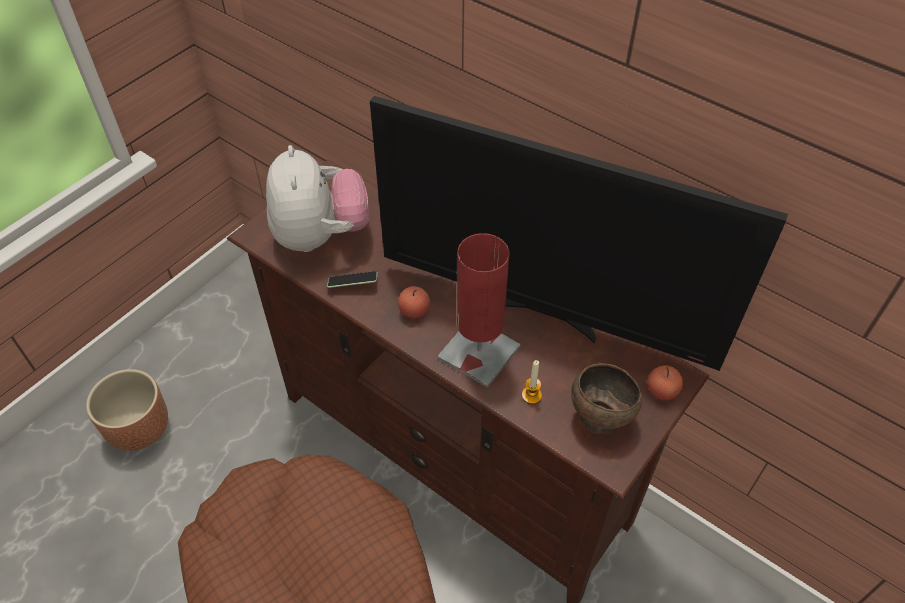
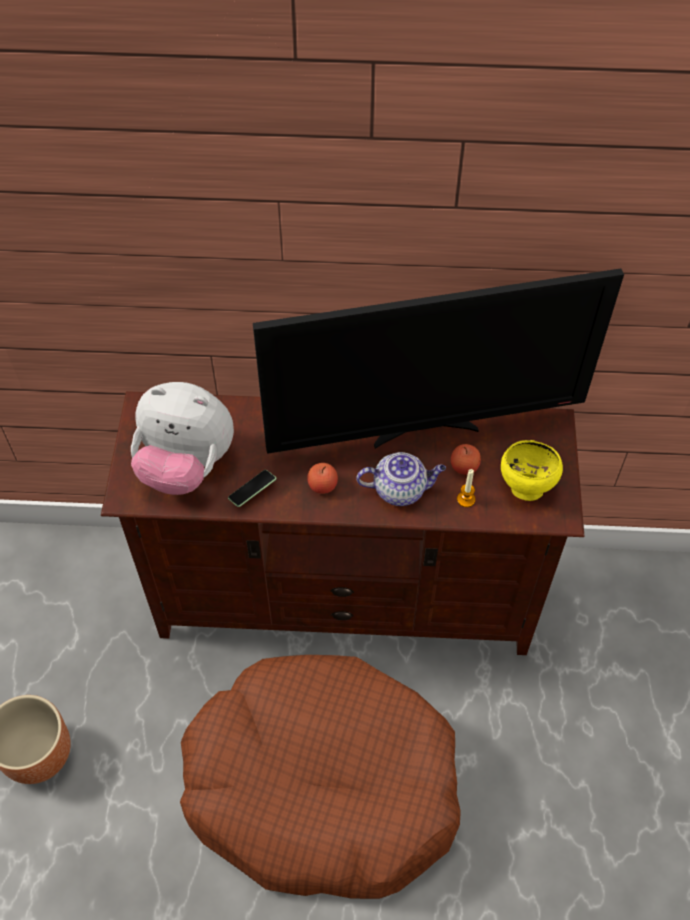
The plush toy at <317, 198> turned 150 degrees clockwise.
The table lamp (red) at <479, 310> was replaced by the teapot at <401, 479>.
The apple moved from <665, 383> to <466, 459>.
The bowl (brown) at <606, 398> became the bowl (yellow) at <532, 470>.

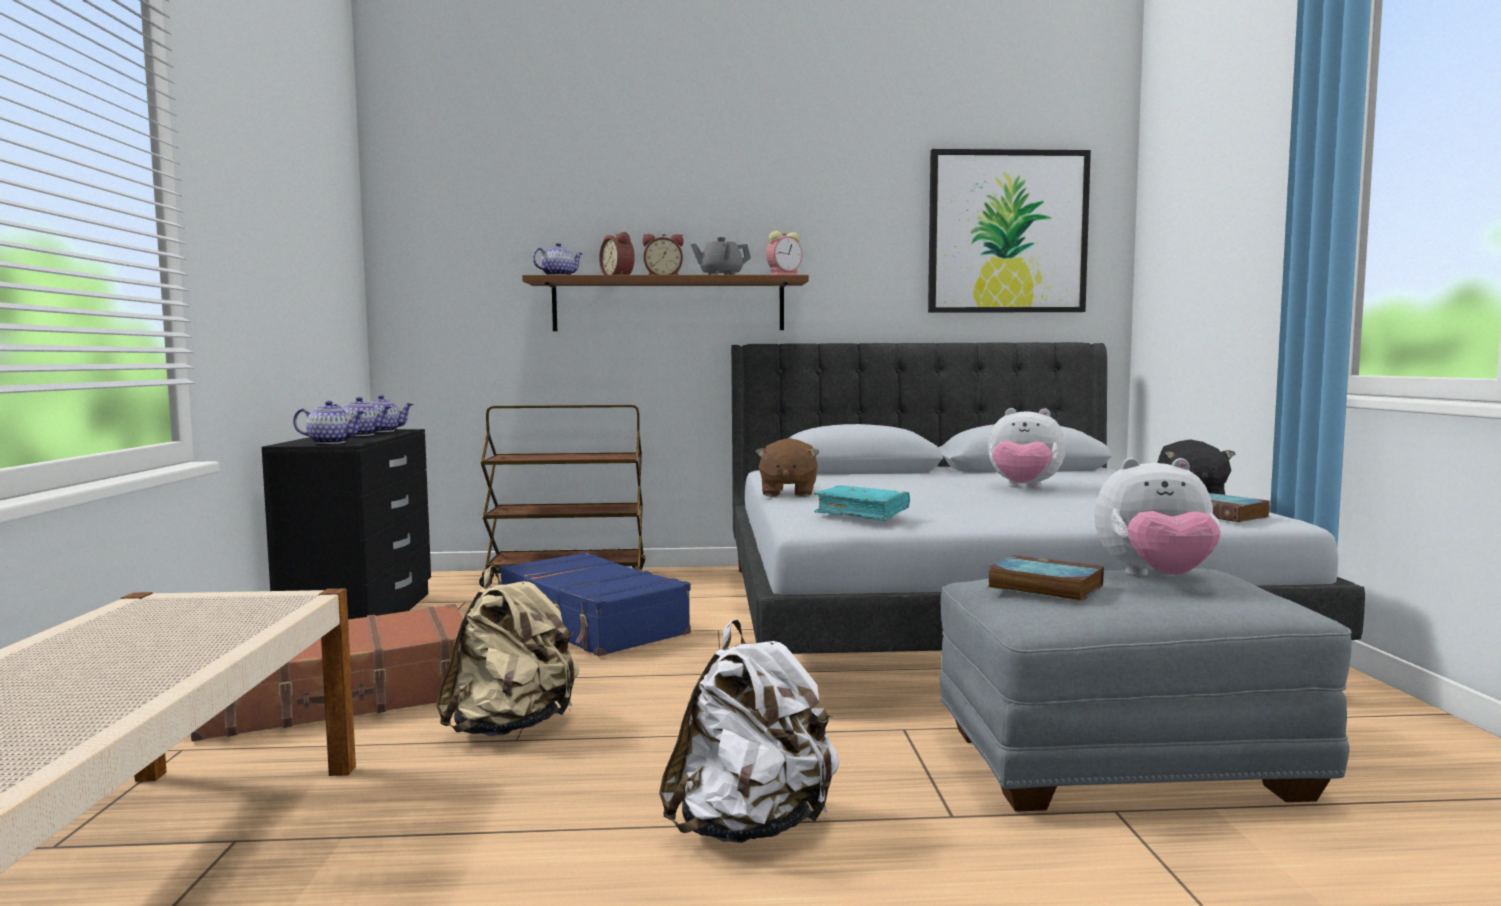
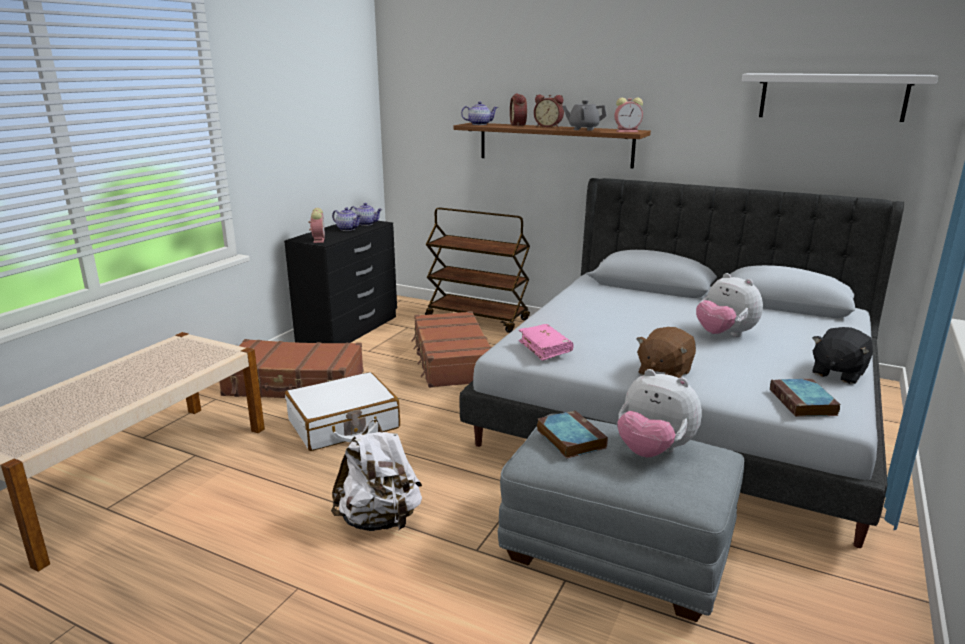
The backpack (beige) at <507, 651> was replaced by the suitcase (white) at <342, 411>.
The teapot at <329, 422> was replaced by the alarm clock at <316, 225>.
The suitcase (blue) at <595, 604> became the suitcase (brown) at <451, 349>.
The book (turquoise) at <862, 503> became the book (pink) at <546, 342>.
The plush toy (brown) moved from <787, 467> to <666, 352>.
The picture at <1009, 231> was replaced by the shelf (white) at <840, 97>.

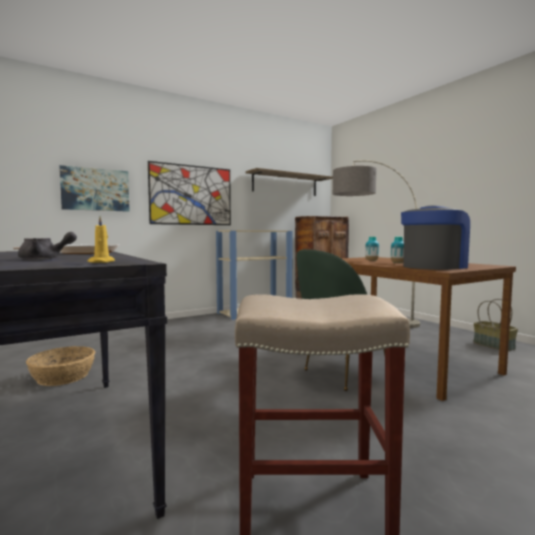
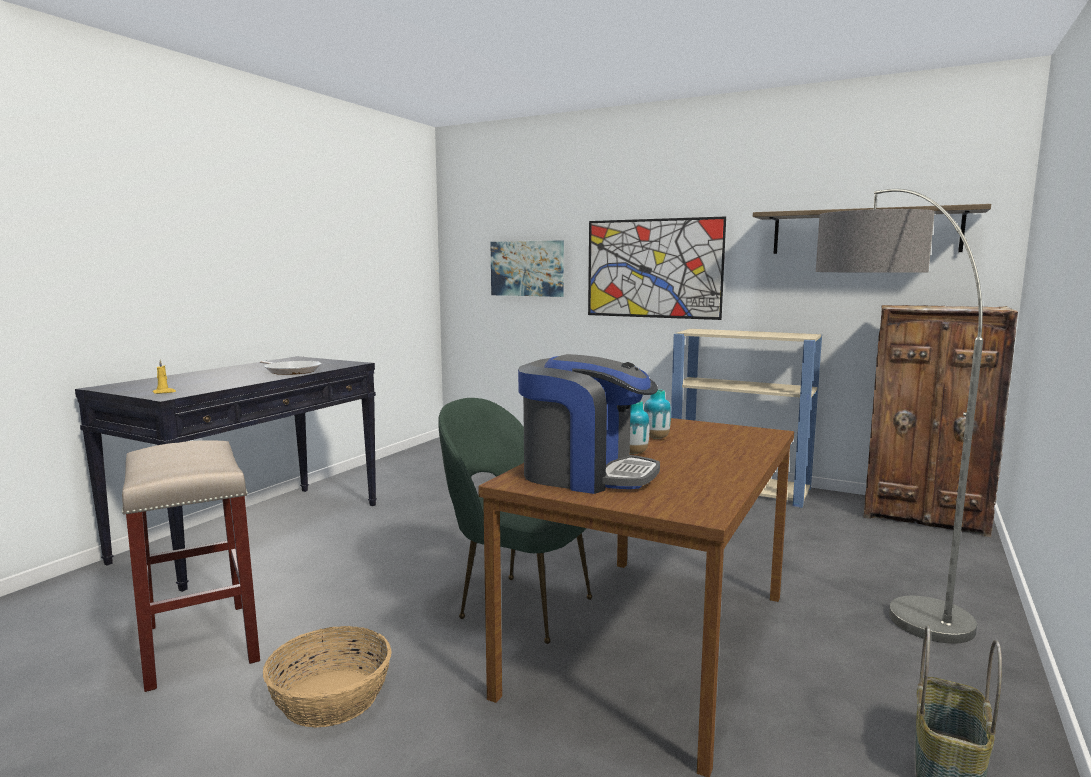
The basket moved from <60, 366> to <327, 677>.
The teapot (grey) at <47, 246> disappeared.

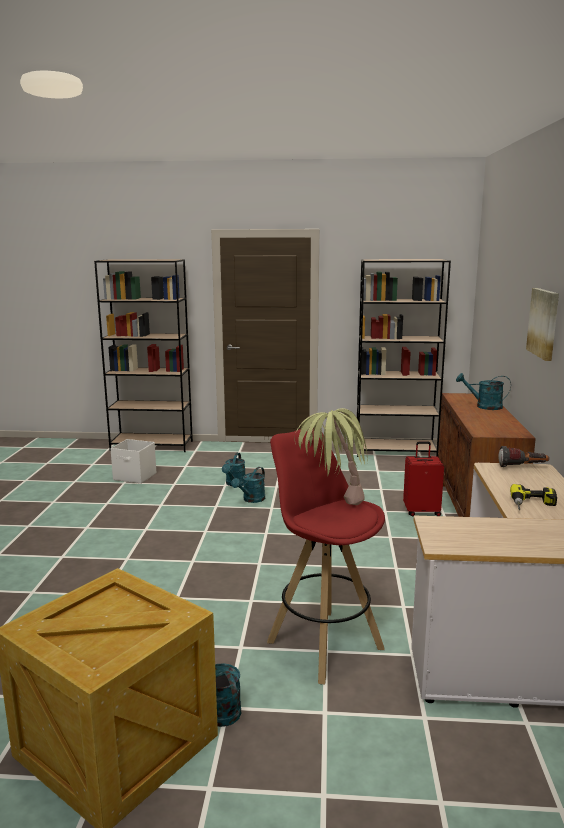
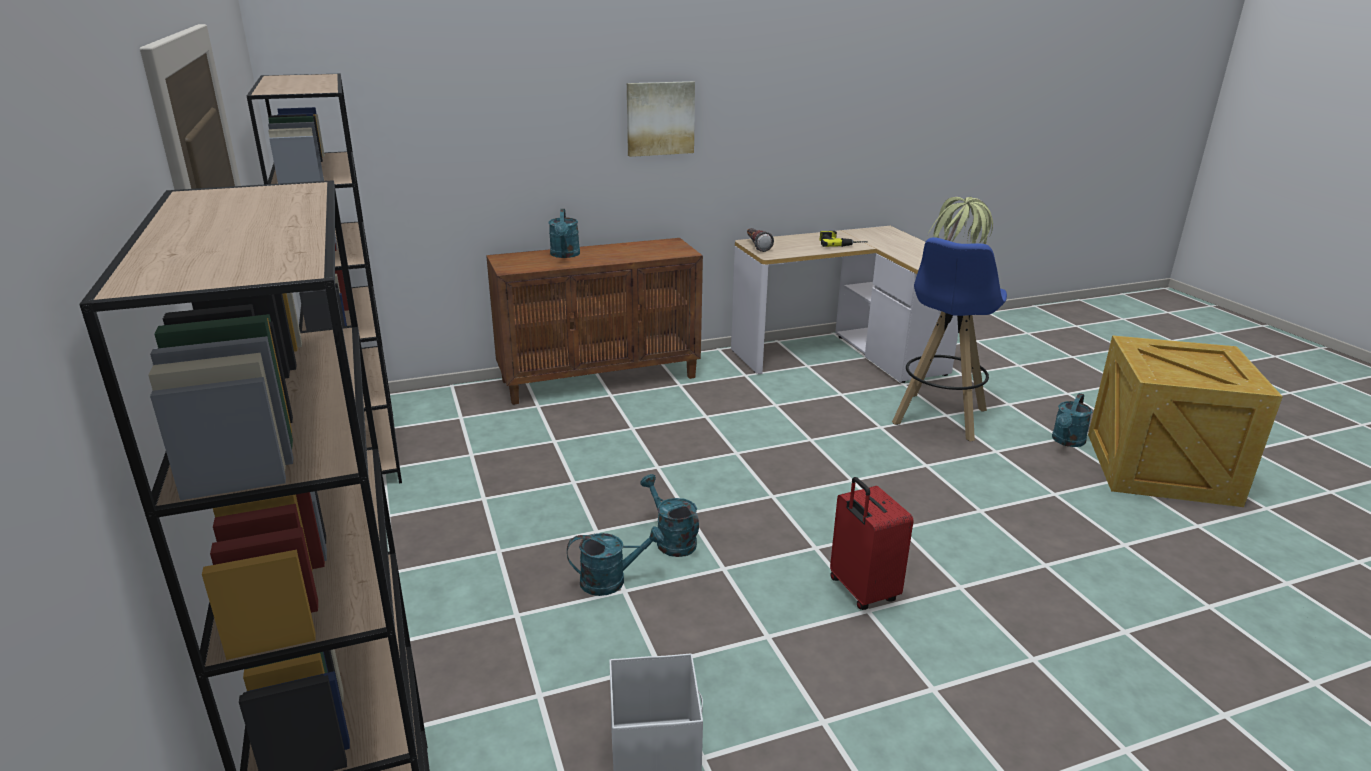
The watering can (turquoise) at <248, 485> turned 135 degrees counterclockwise.
The suitcase (red) moved from <423, 479> to <871, 543>.
The stool (red) at <326, 556> became the stool (blue) at <949, 339>.

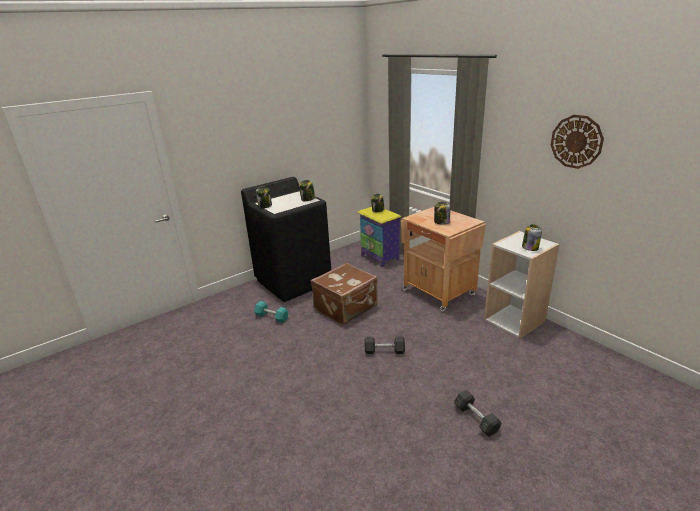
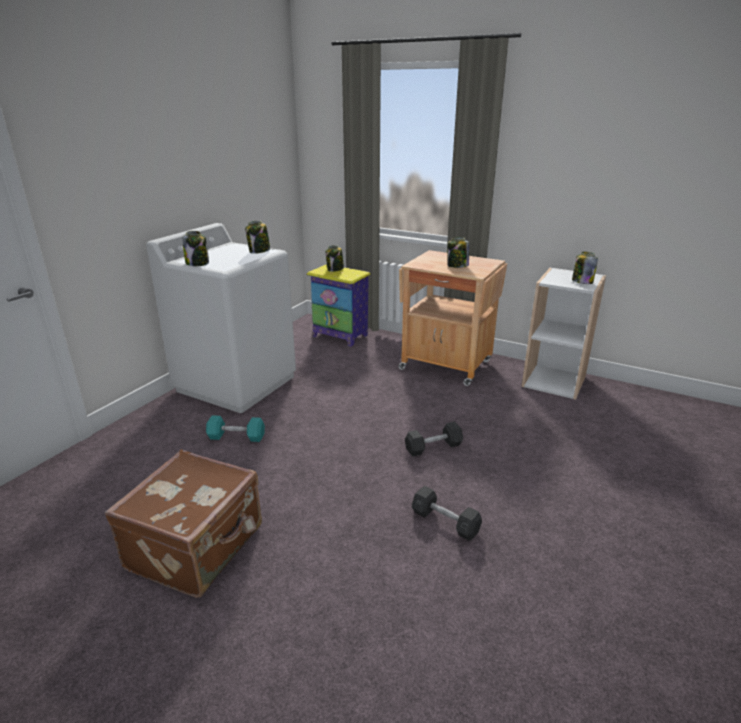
The suitcase (brown) moved from <344, 294> to <183, 524>.
The washing machine (black) at <286, 239> became the washing machine (white) at <221, 318>.
The dumbbell (grey) moved from <477, 413> to <447, 513>.
The wall clock at <577, 142> disappeared.

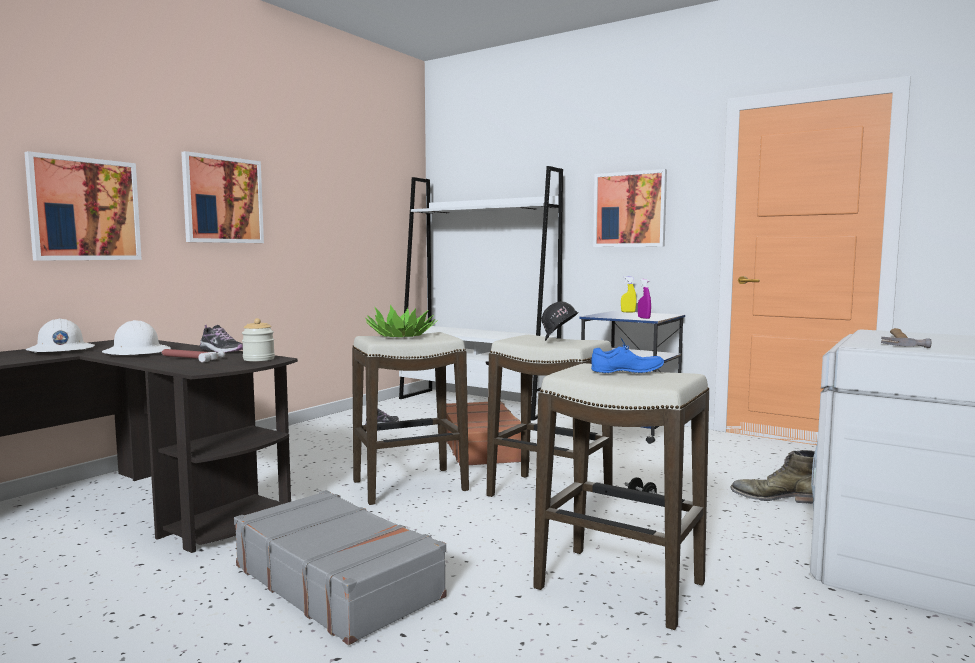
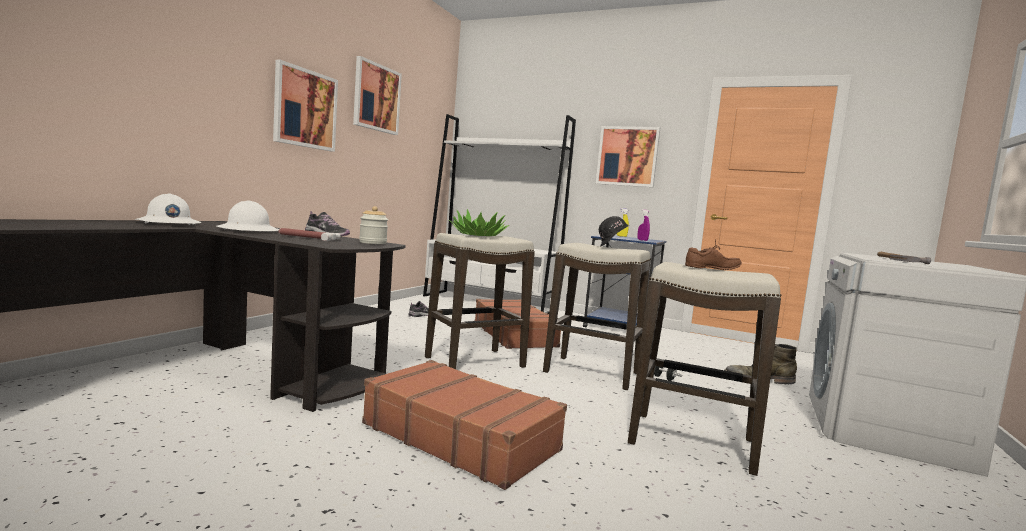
The picture moved from <83, 206> to <377, 95>.
The suitcase (grey) at <340, 567> became the suitcase (brown) at <464, 425>.
The shoe (blue) at <627, 355> became the shoe (brown) at <713, 255>.

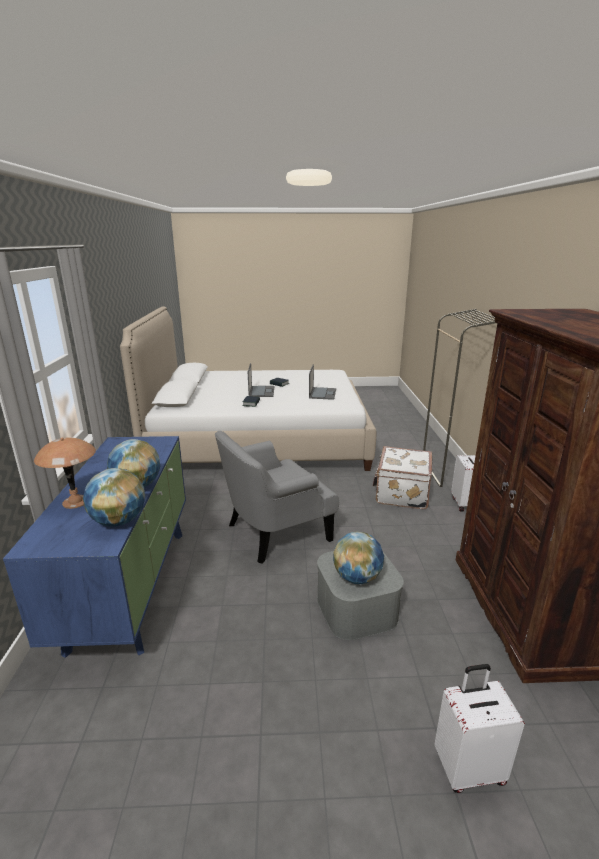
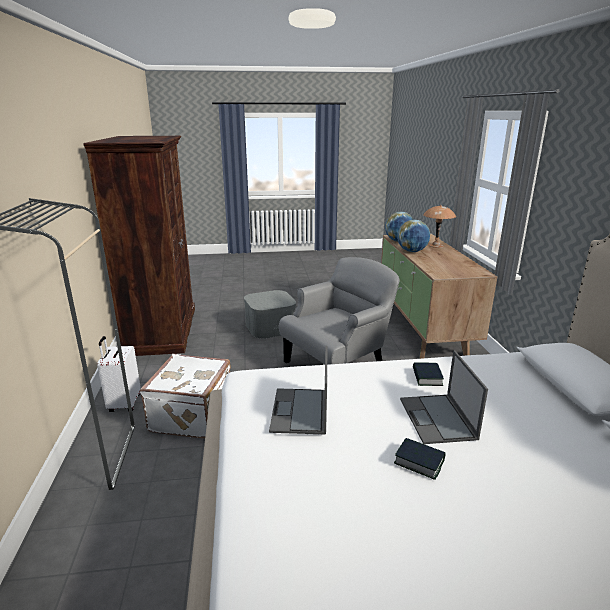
The dresser (blue) at <94, 547> became the dresser (green) at <439, 296>.
The globe at <358, 558> disappeared.
The suitcase (white) at <479, 728> disappeared.

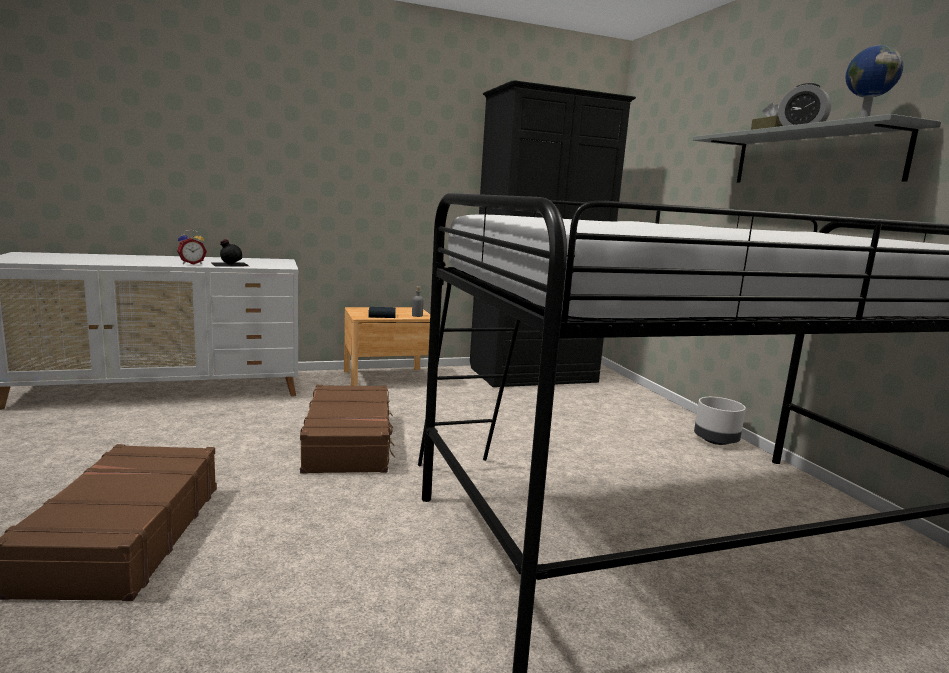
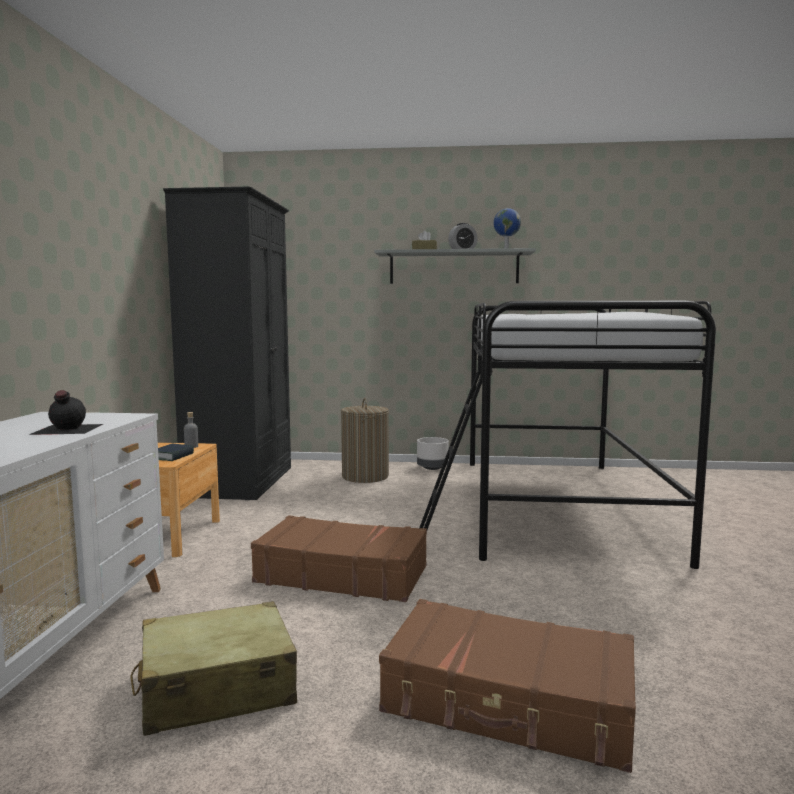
The suitcase (beige) at <213, 668> appeared.
The laundry basket at <365, 440> appeared.
The alarm clock at <192, 247> disappeared.

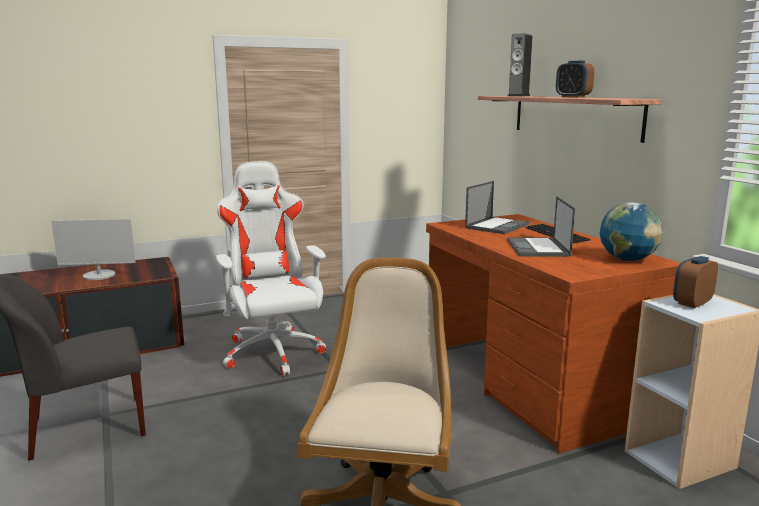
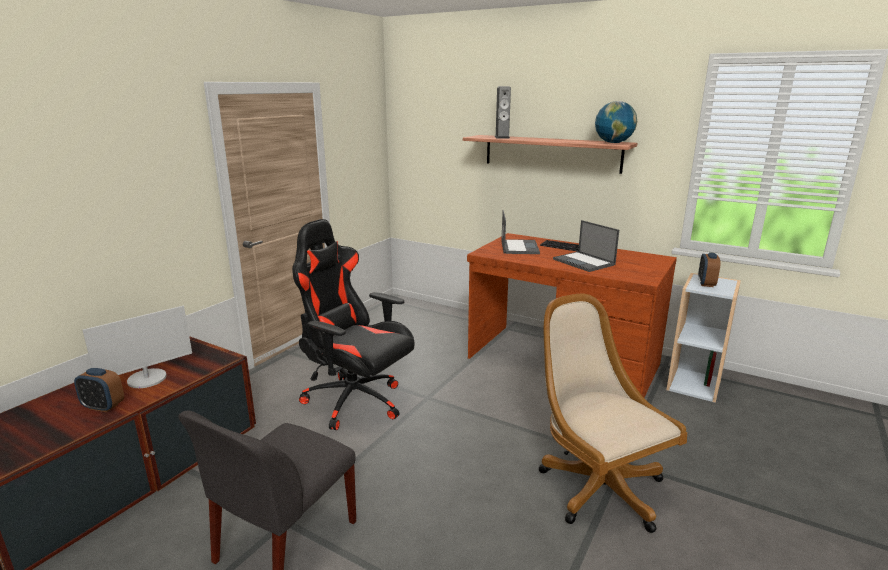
The alarm clock moved from <575, 79> to <99, 390>.
The office chair (white) at <271, 268> became the office chair (black) at <353, 324>.
The globe moved from <631, 231> to <616, 122>.

